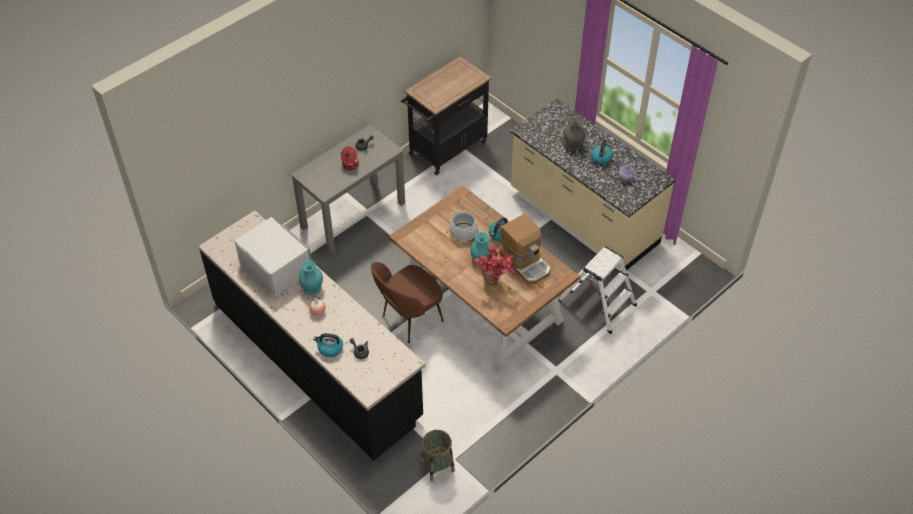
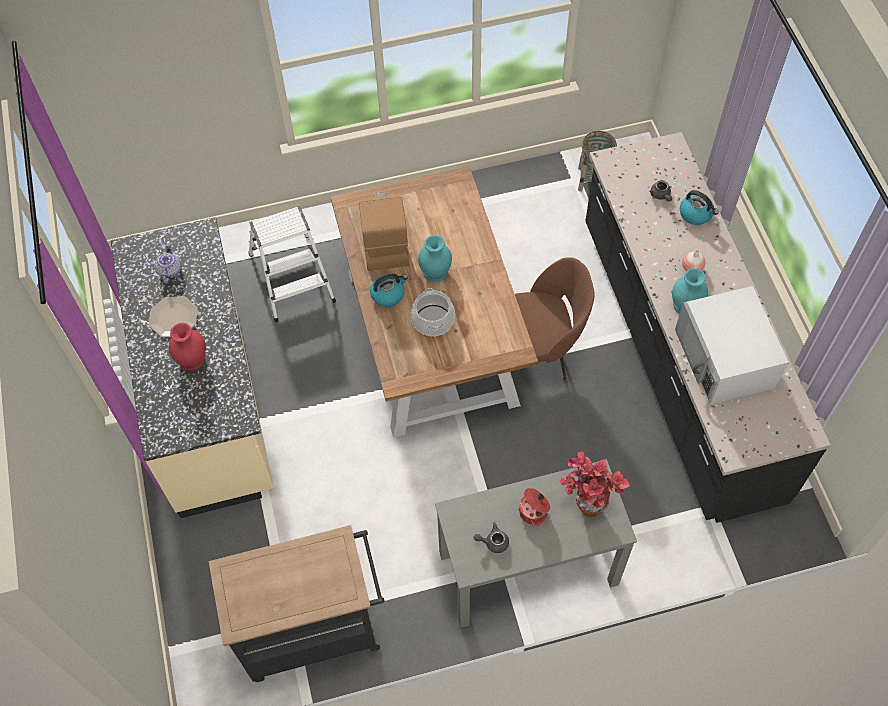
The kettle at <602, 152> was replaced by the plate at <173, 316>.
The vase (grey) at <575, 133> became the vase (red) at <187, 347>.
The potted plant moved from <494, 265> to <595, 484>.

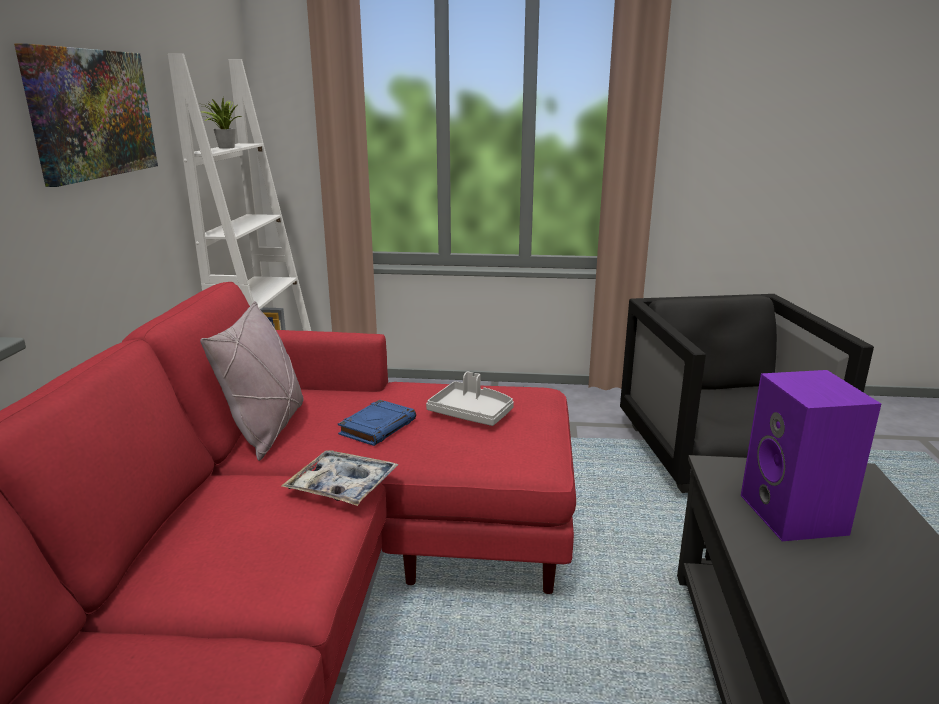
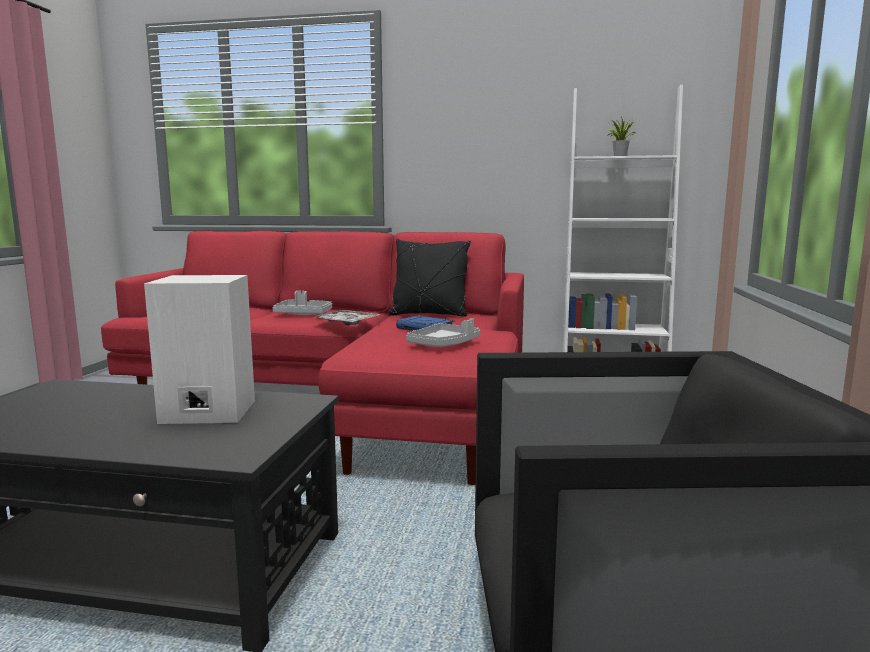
The speaker (purple) at <811, 455> became the speaker (white) at <199, 349>.
The tray (grey) at <302, 303> appeared.
The pillow (purple) at <251, 381> became the pillow (black) at <430, 278>.
The picture at <86, 115> disappeared.

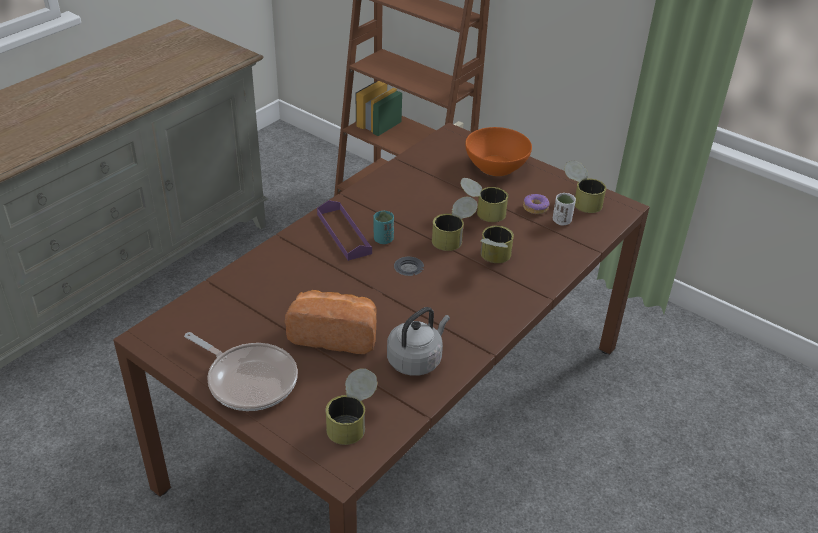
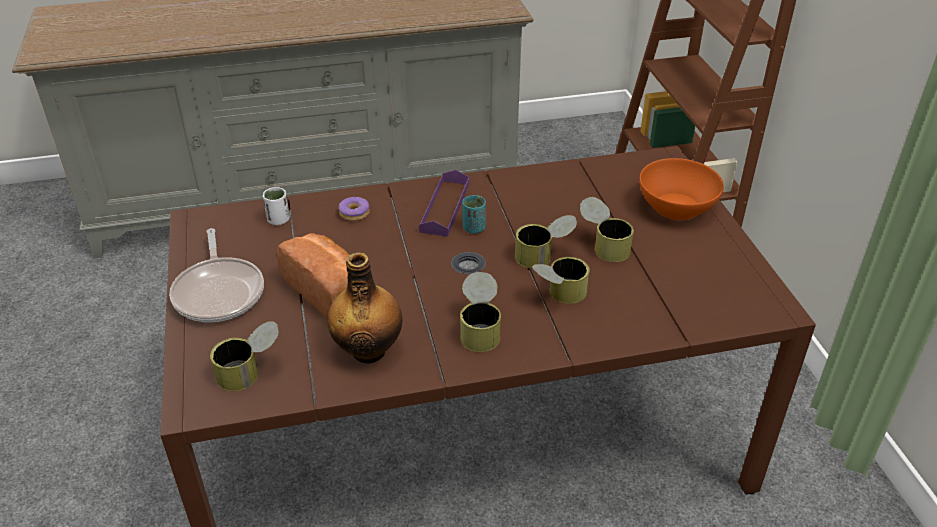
The cup (white) moved from <564, 209> to <276, 206>.
The kettle (grey) at <418, 341> was replaced by the bottle at <364, 308>.
The donut moved from <536, 204> to <354, 209>.
The can moved from <585, 186> to <480, 312>.

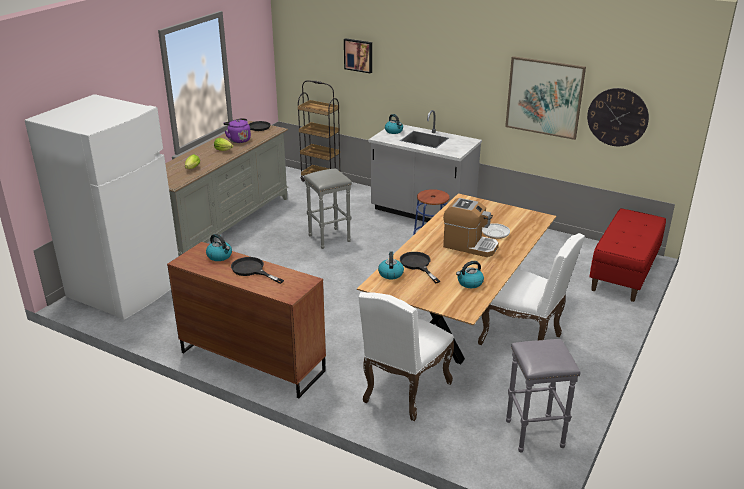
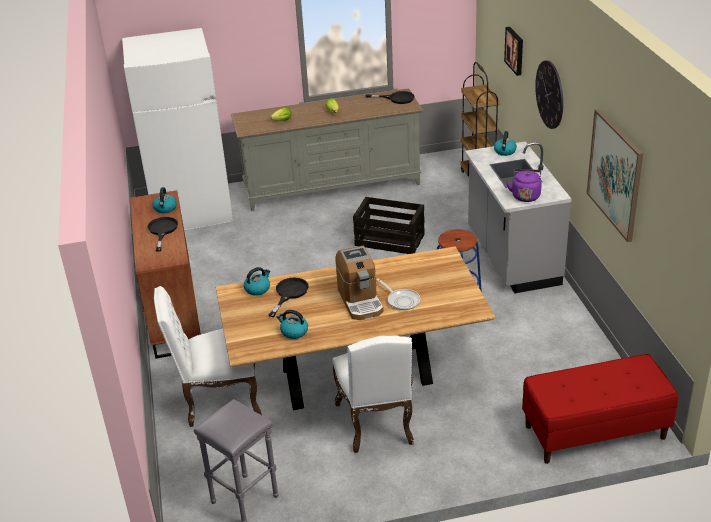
The stool (grey) at <328, 209> was replaced by the crate at <389, 225>.
The kettle (purple) moved from <237, 130> to <524, 185>.
The wall clock moved from <618, 117> to <549, 94>.

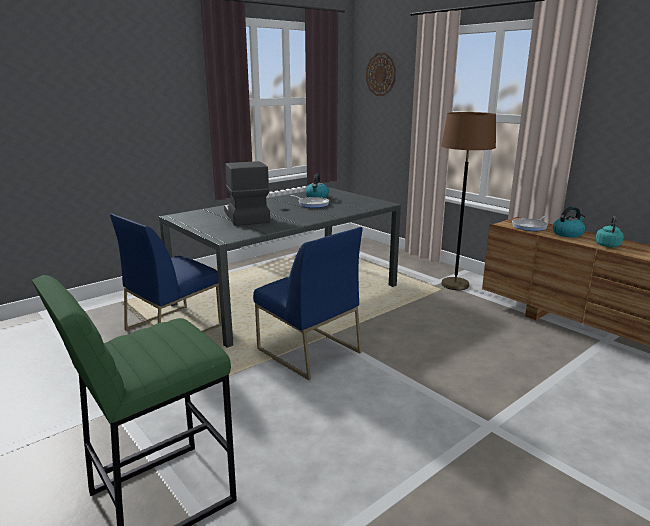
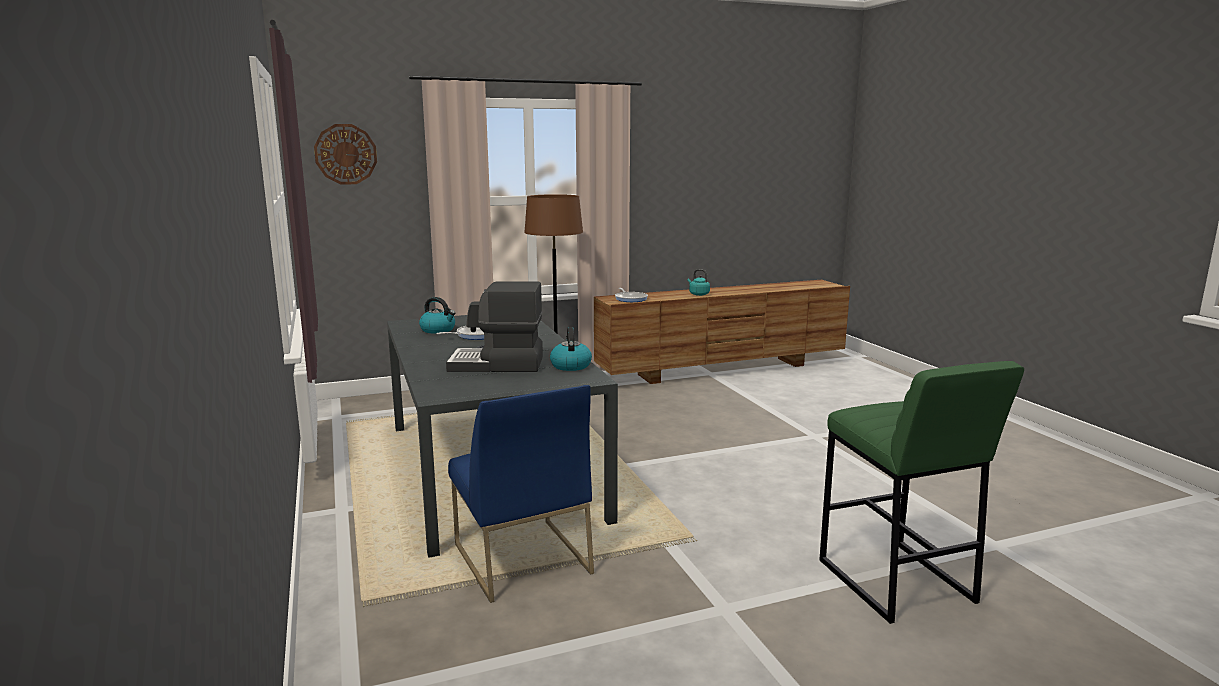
The kettle moved from <569, 222> to <571, 349>.
The chair (blue) at <308, 303> disappeared.

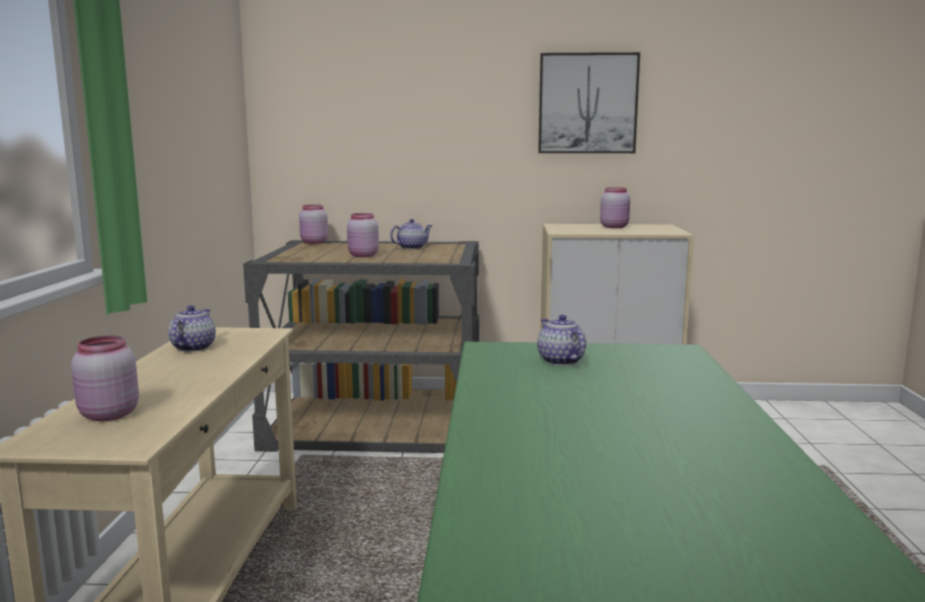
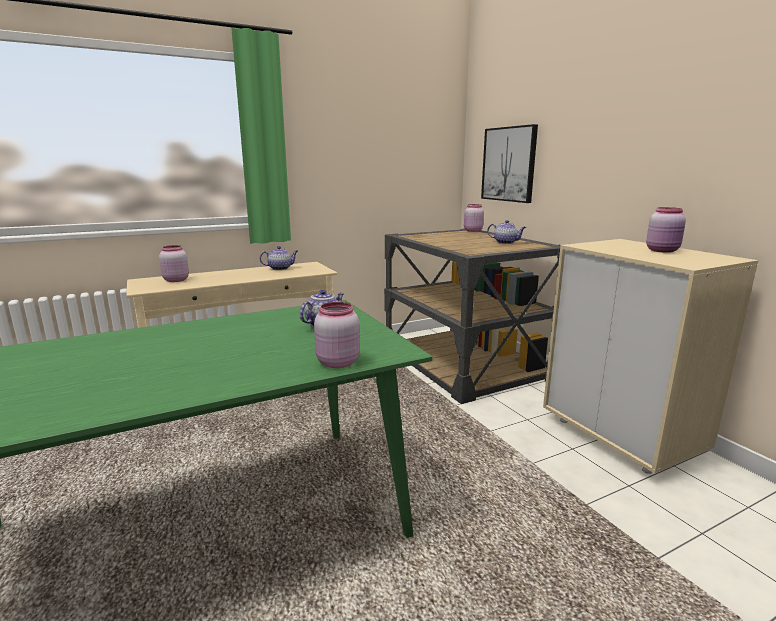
The jar (pink) moved from <363, 235> to <337, 335>.
The picture moved from <589, 102> to <509, 163>.

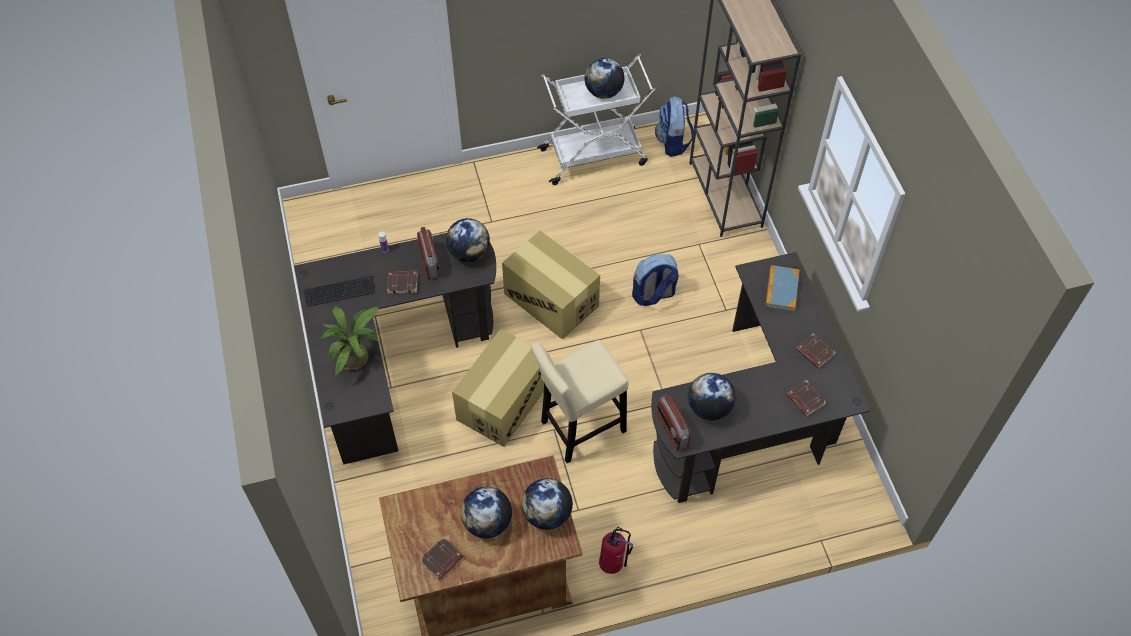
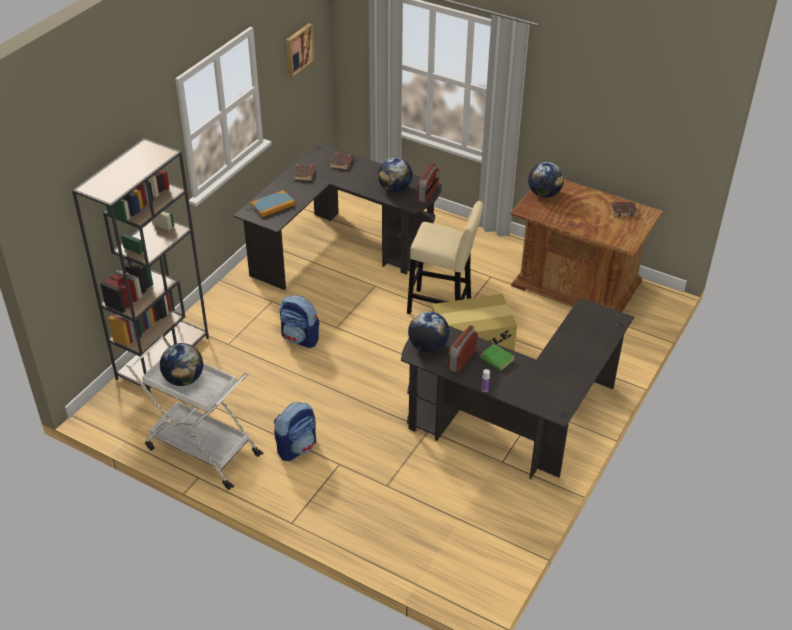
The backpack moved from <674, 126> to <295, 431>.
The picture at <300, 50> appeared.
The book (brown) at <402, 282> became the book (green) at <497, 357>.
The keyboard at <340, 291> disappeared.
The potted plant at <350, 341> disappeared.
The globe at <486, 512> disappeared.
The cardboard box at <551, 285> disappeared.
The fire extinguisher at <616, 550> disappeared.

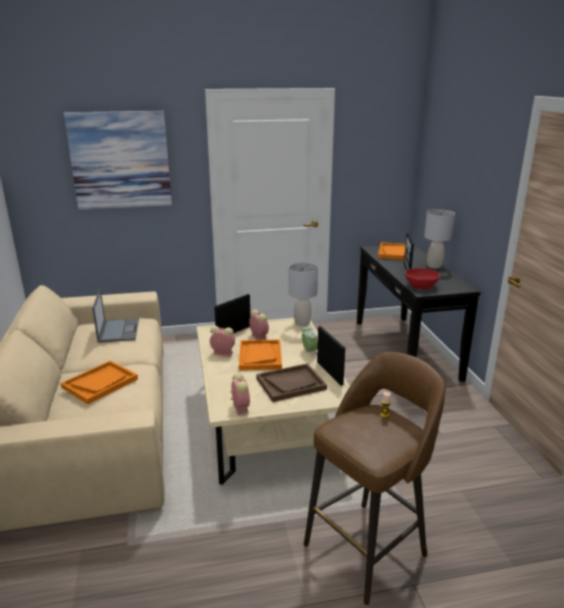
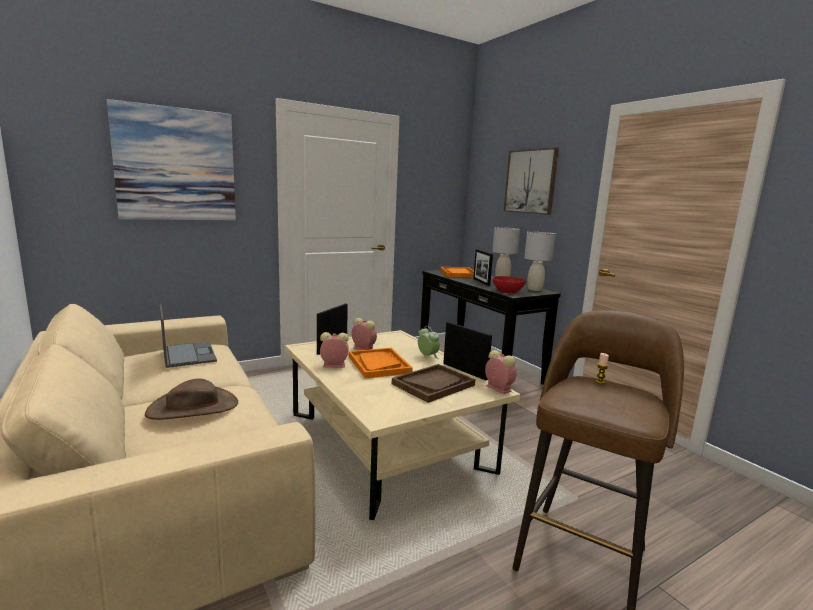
The tray (orange) at <99, 382> was replaced by the hat (brown) at <191, 399>.
The alarm clock moved from <240, 394> to <500, 372>.
The picture at <531, 181> appeared.
The table lamp (grey) moved from <303, 294> to <540, 261>.

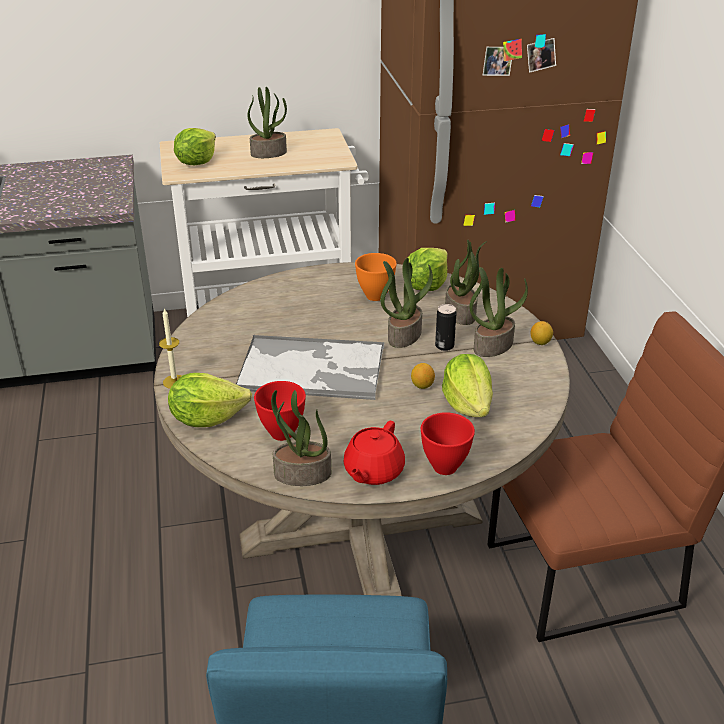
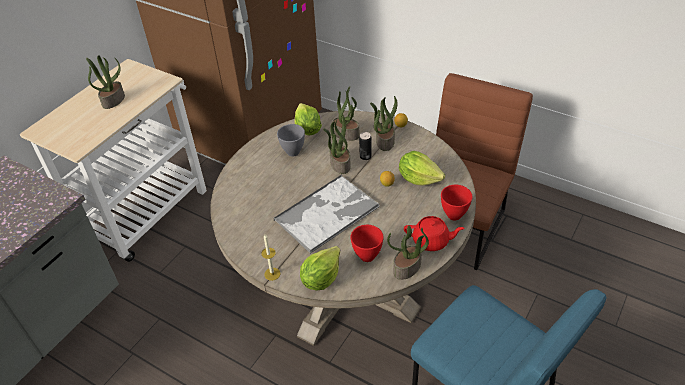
The bowl (orange) at <376, 277> became the bowl (grey) at <291, 140>.
The teapot (red) at <374, 453> turned 60 degrees counterclockwise.
The lettuce at <195, 146> disappeared.

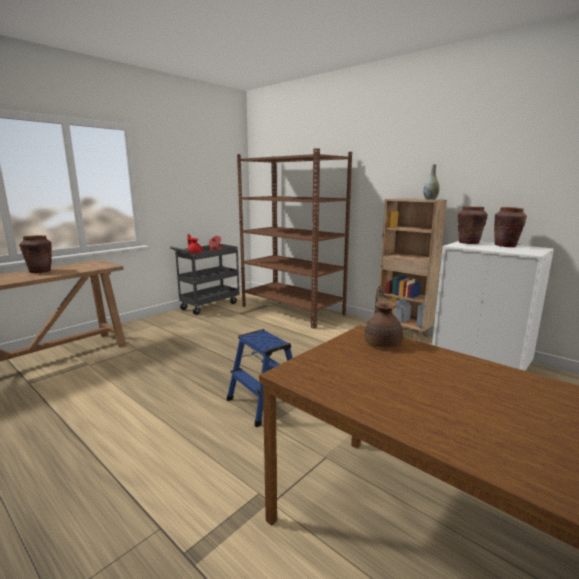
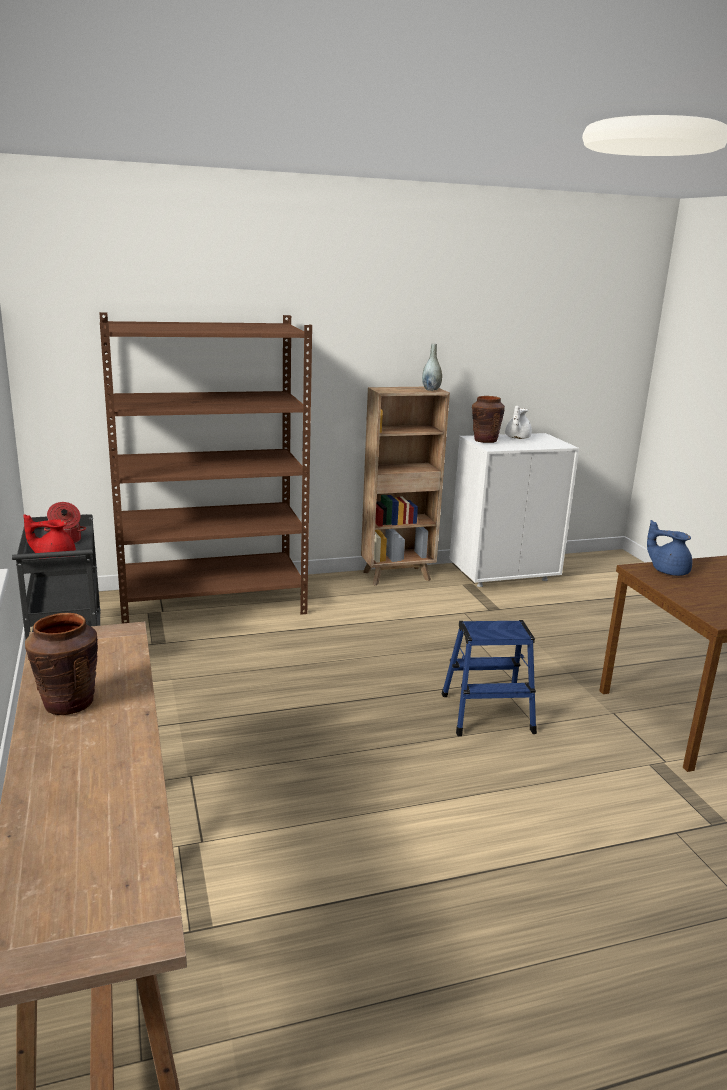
The vase (brown) at <510, 227> was replaced by the teapot (white) at <518, 422>.
The teapot (brown) at <383, 317> became the teapot (blue) at <669, 548>.

